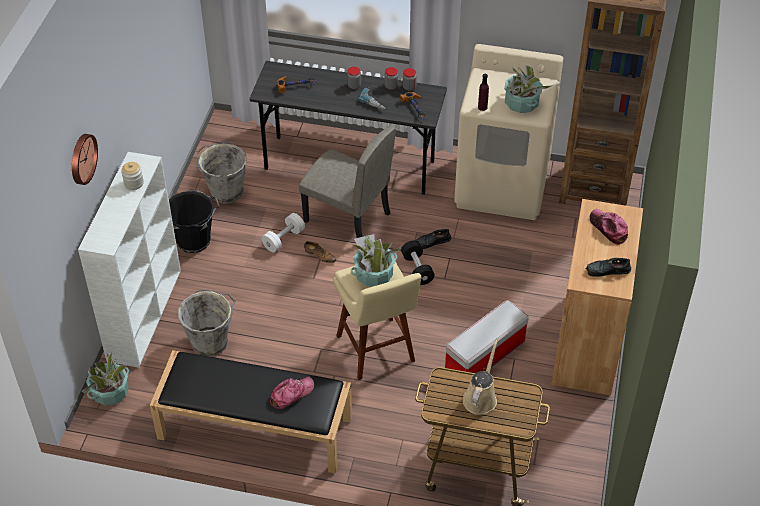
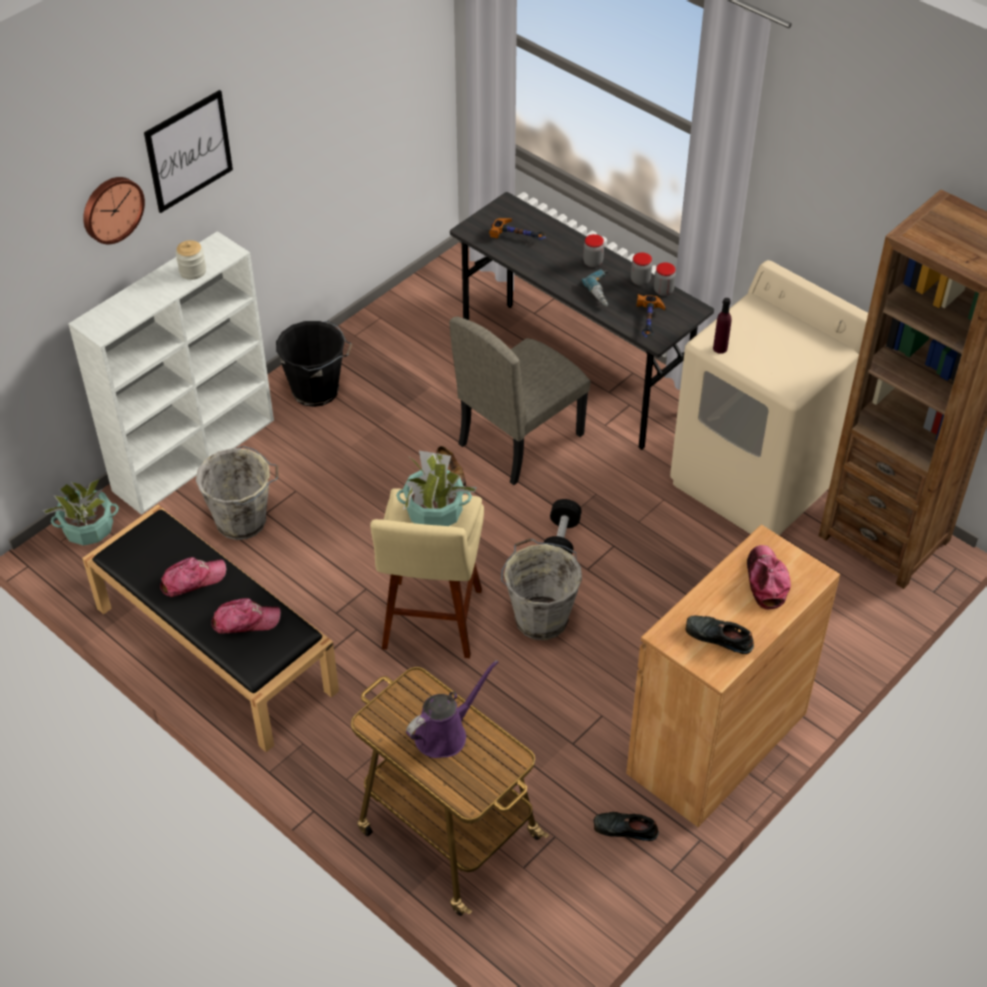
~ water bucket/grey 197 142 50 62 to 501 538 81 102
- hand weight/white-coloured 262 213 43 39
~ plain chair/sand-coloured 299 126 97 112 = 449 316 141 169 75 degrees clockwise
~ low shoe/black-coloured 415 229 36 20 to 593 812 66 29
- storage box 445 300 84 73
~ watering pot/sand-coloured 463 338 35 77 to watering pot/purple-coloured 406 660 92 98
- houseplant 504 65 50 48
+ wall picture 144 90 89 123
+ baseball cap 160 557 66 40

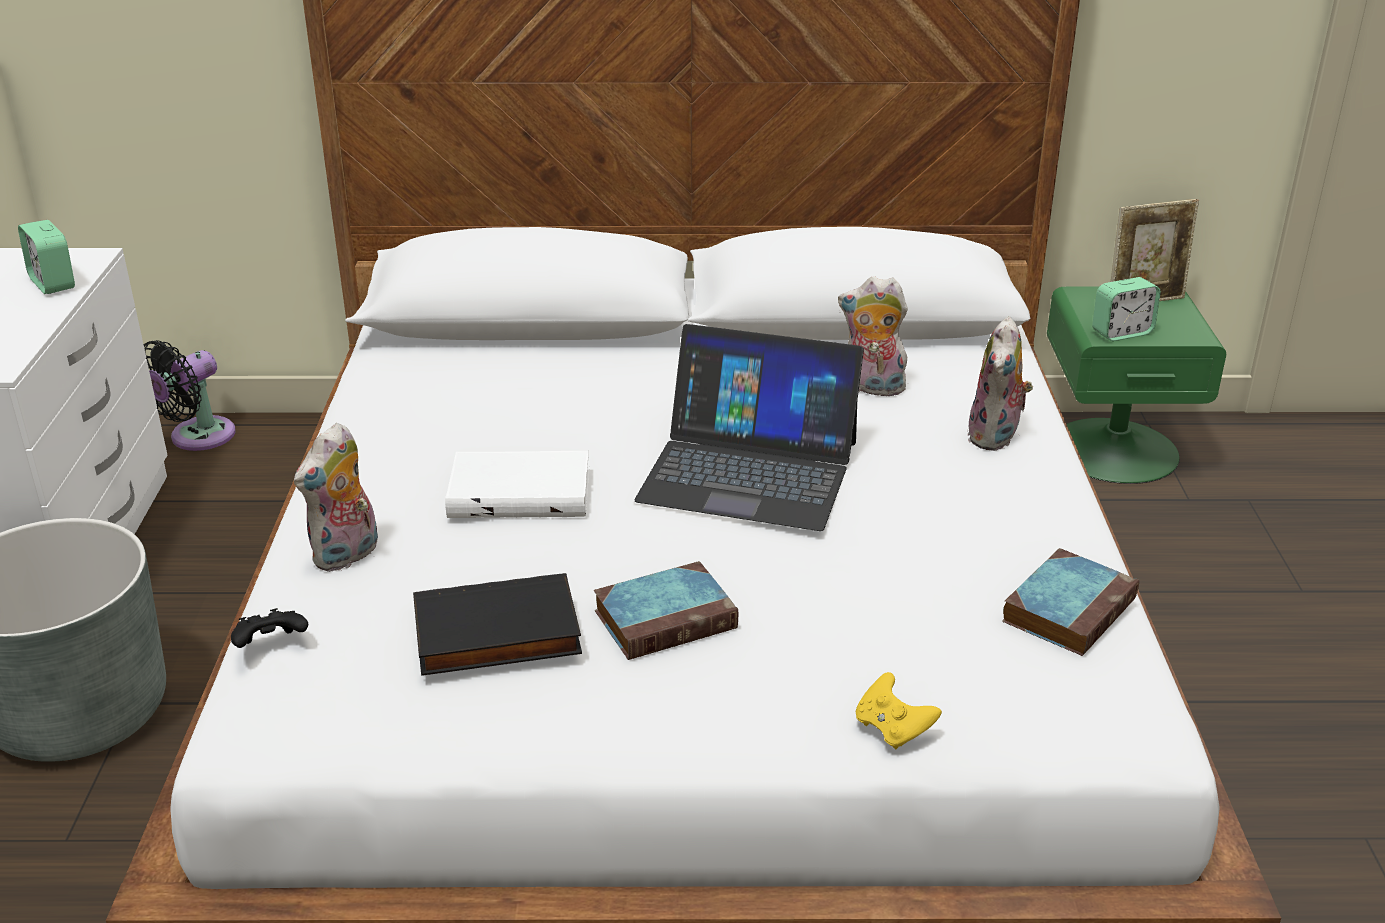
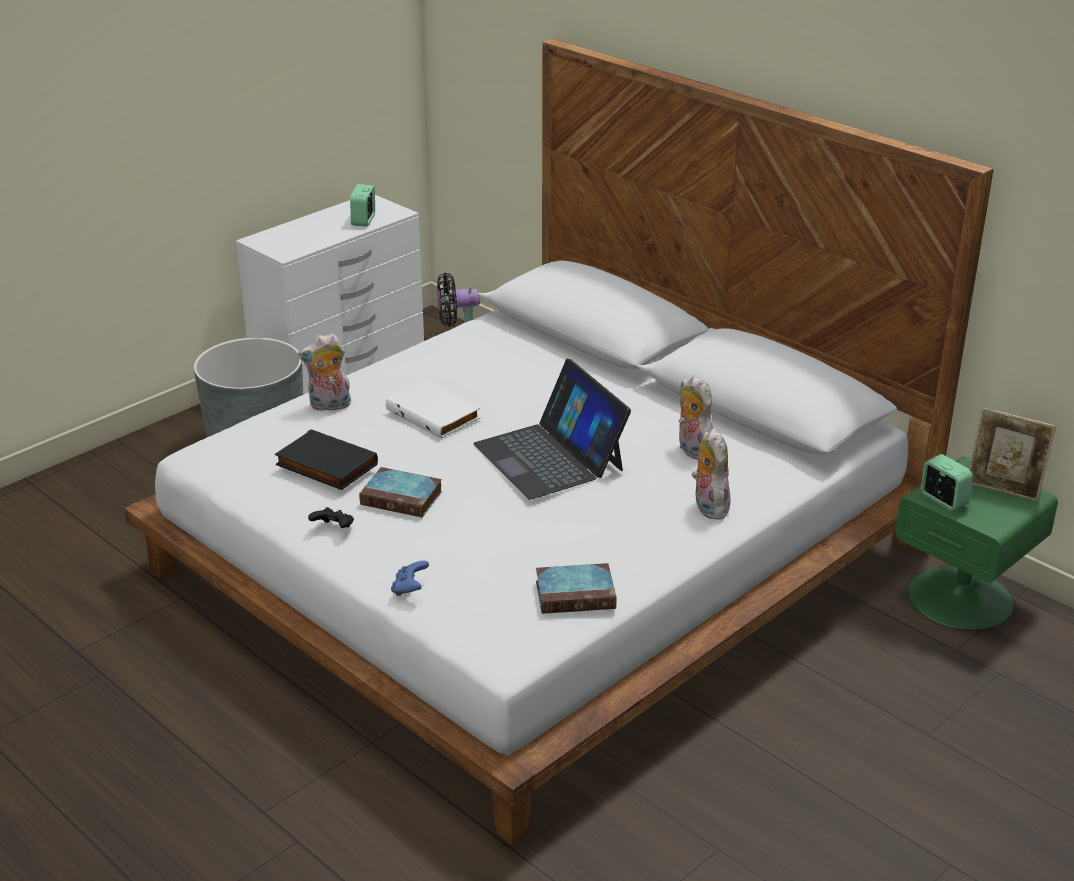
~ joypad/black-coloured 231 608 77 40 to 308 507 46 21
~ joypad/yellowish 856 672 86 78 to joypad/bluish 391 561 38 35
~ plush toy 967 316 66 135 = 692 428 39 92 105 degrees clockwise
~ alarm clock 1092 277 69 64 = 921 454 52 57 150 degrees counterclockwise

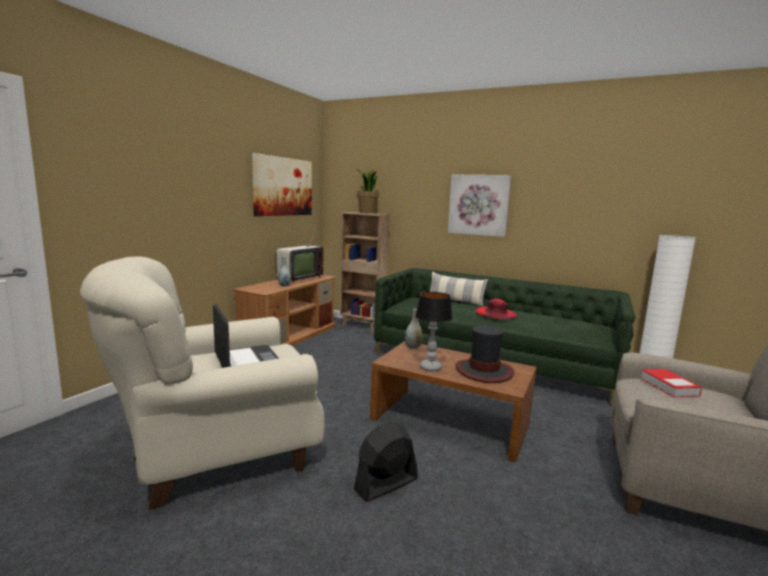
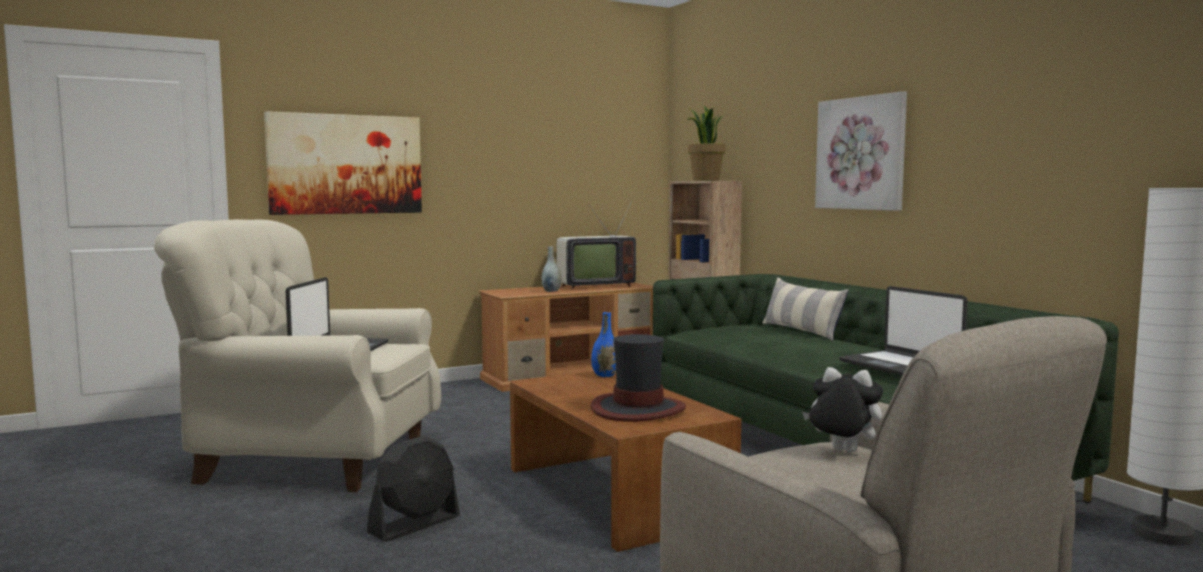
~ wall picture 252 153 60 63 to 264 111 158 104
~ electric fan/black-coloured 354 422 64 80 = 367 436 93 106 135 degrees clockwise
~ decorative vase/grey 405 309 18 40 to decorative vase/bluish 591 312 25 65
- table lamp 415 292 38 80
- wearable hat/reddish 475 299 43 20
~ volume 641 369 61 29 to plush toy 802 367 81 85
+ portable computer 839 286 129 90

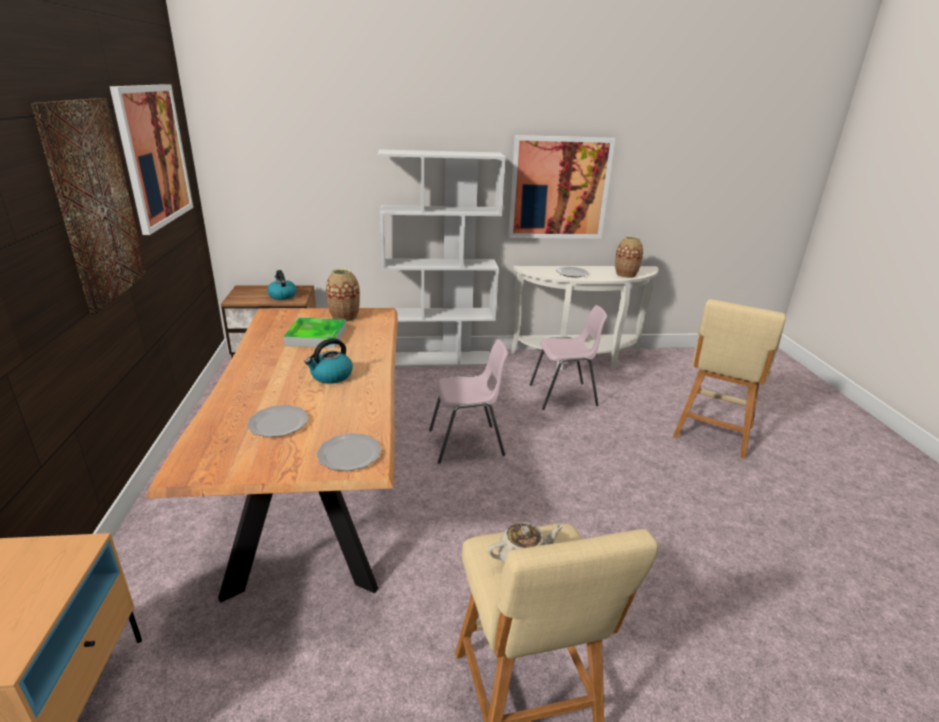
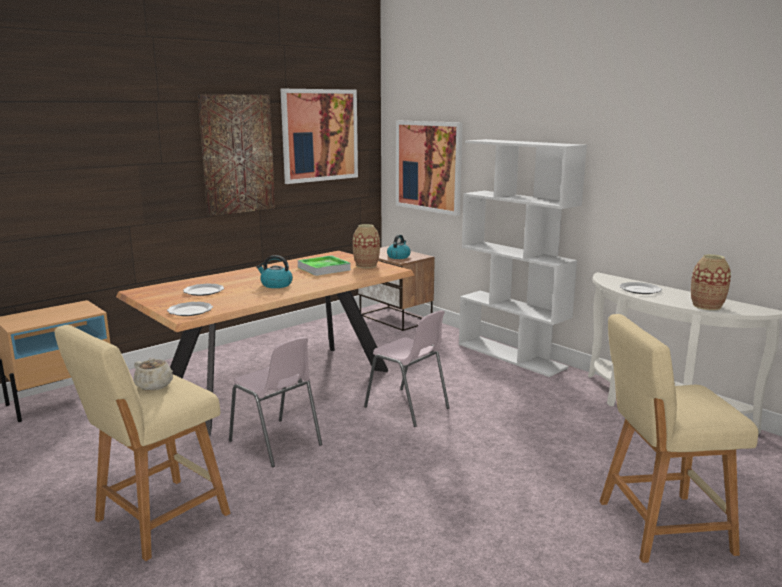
~ wall picture 508 135 107 104 to 396 120 67 96
~ plain chair/pink-coloured 530 305 77 105 to 229 337 93 130

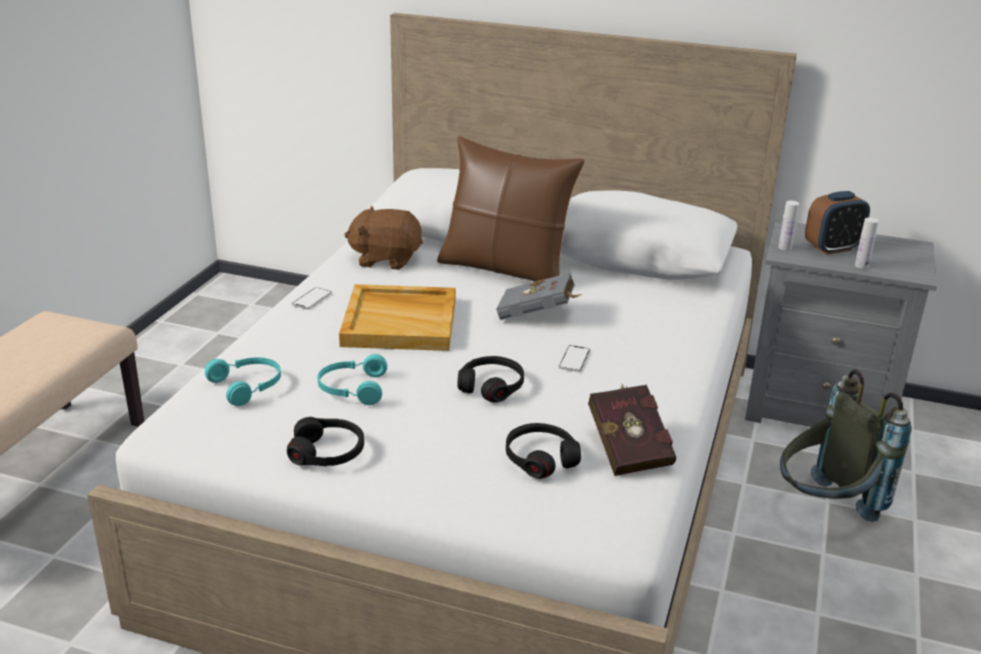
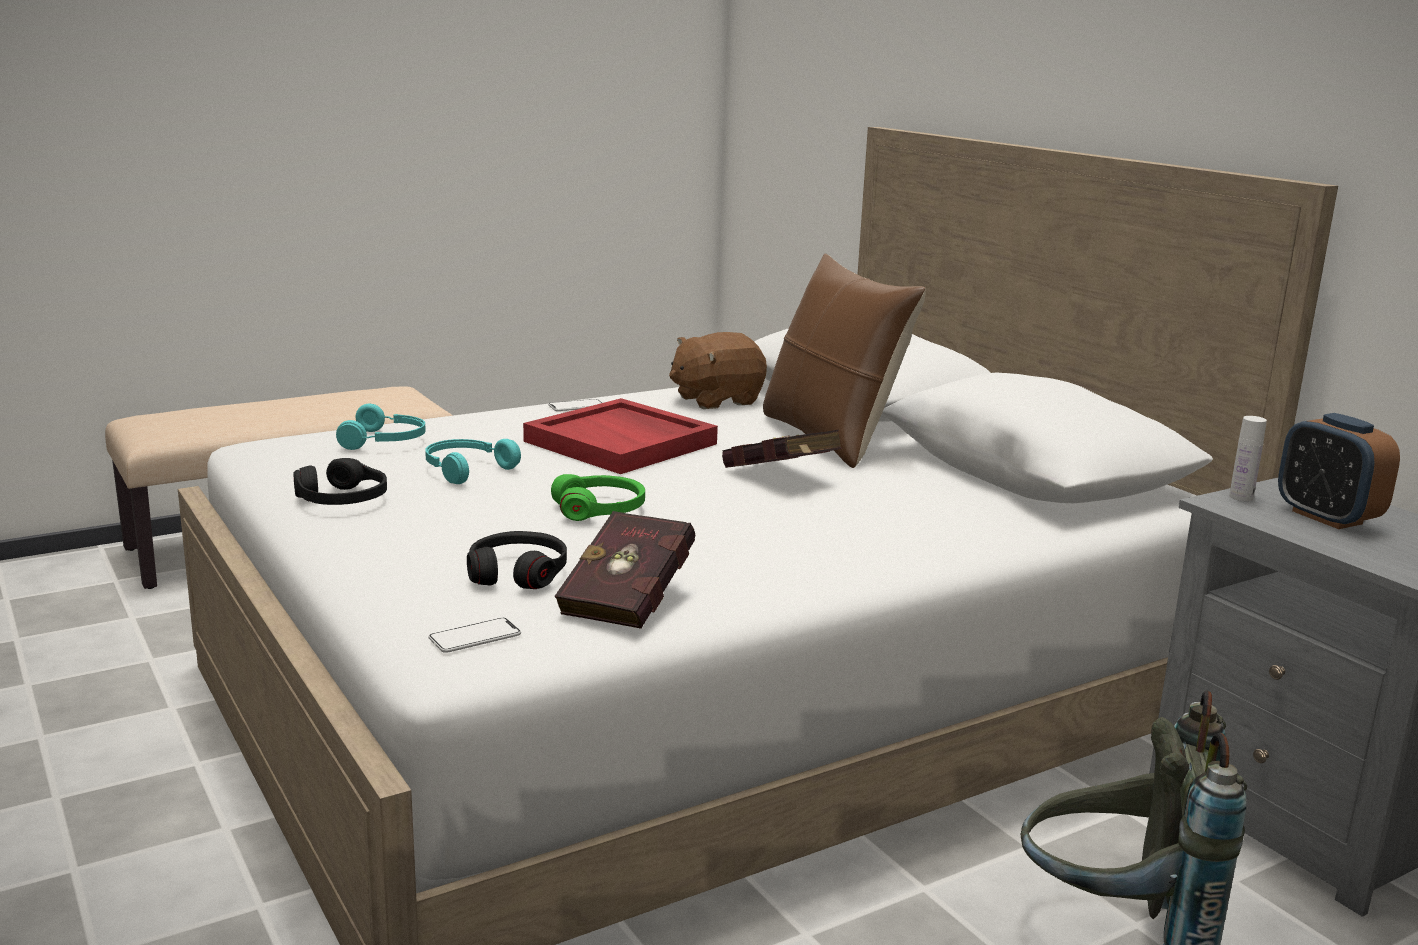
~ tray/sand-coloured 339 284 117 67 to tray/reddish 523 398 195 76
~ plush toy/brown-coloured 344 206 79 64 = 669 332 98 77 75 degrees counterclockwise
~ headphones/black-coloured 457 356 67 47 to headphones/green-coloured 551 474 94 47
~ volume/grey 496 273 87 47 to volume/reddish 722 429 120 39
~ telephone 559 345 31 27 to 428 618 93 35
~ alarm clock 805 191 65 64 = 1278 413 122 116 45 degrees clockwise
- drink bottle/white-coloured 855 218 24 51

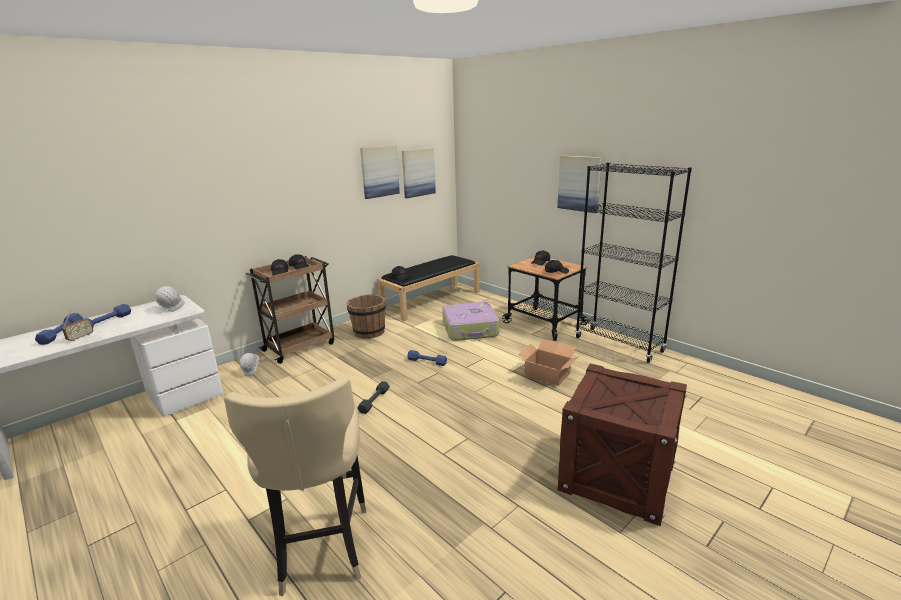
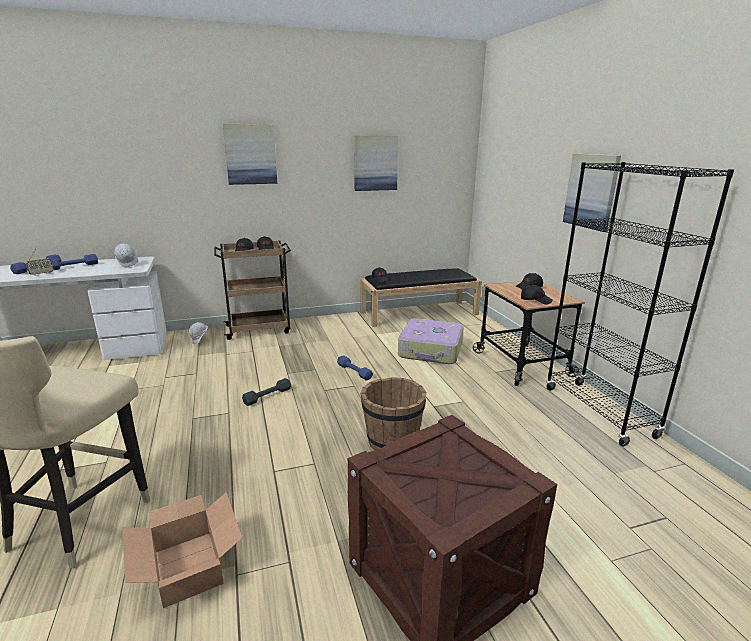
~ water bucket/brown-coloured 346 295 40 44 to 360 377 66 73
~ wall picture 402 148 34 50 to 223 124 54 61
~ carton 519 339 59 47 to 122 492 121 116

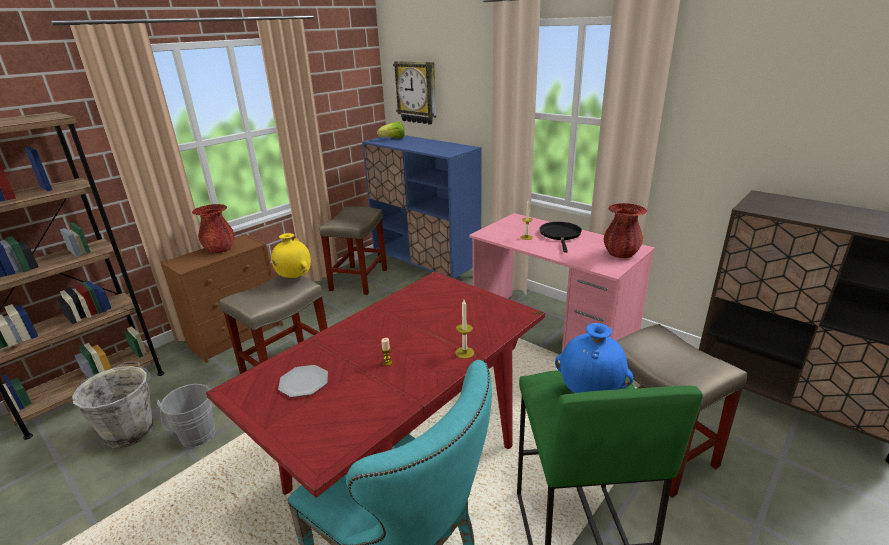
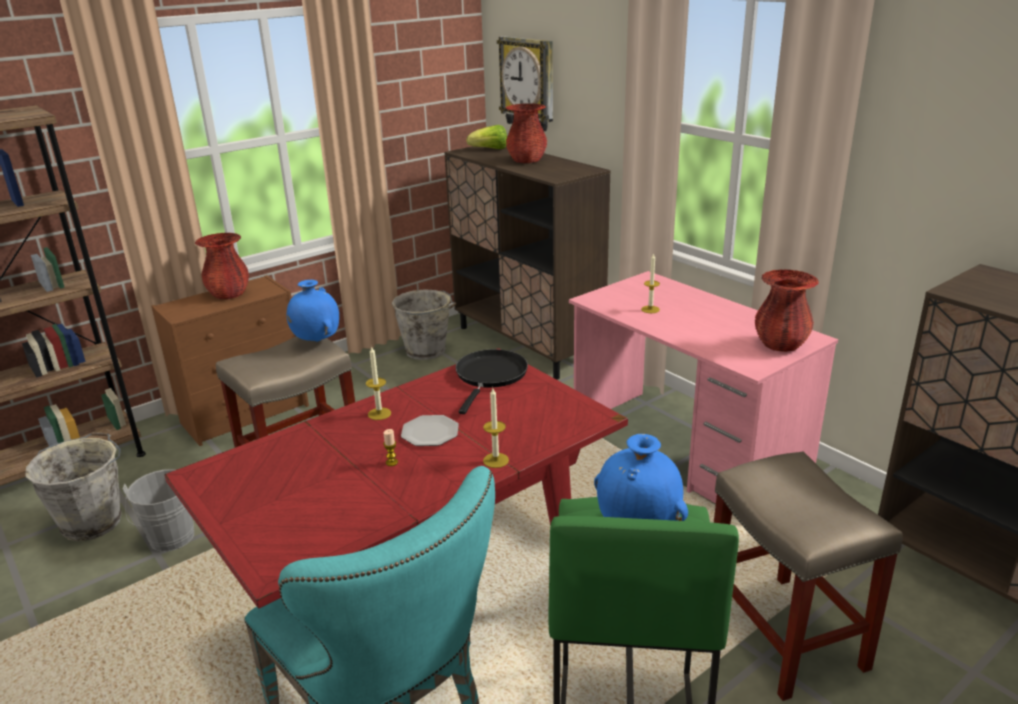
~ decorative vase/yellowish 271 233 40 45 to decorative vase/bluish 287 280 52 62
~ dinner plate 278 365 50 32 to 401 415 58 31
~ stool seat/sand-coloured 320 206 67 89 to water bucket/grey 392 289 64 71
~ cabinet/bluish 362 135 119 144 to cabinet/brown-coloured 444 146 167 234
~ frying pan/black-coloured 539 222 43 30 to 455 349 73 65
+ wax light 366 346 25 74
+ decorative vase/reddish 506 103 41 60

